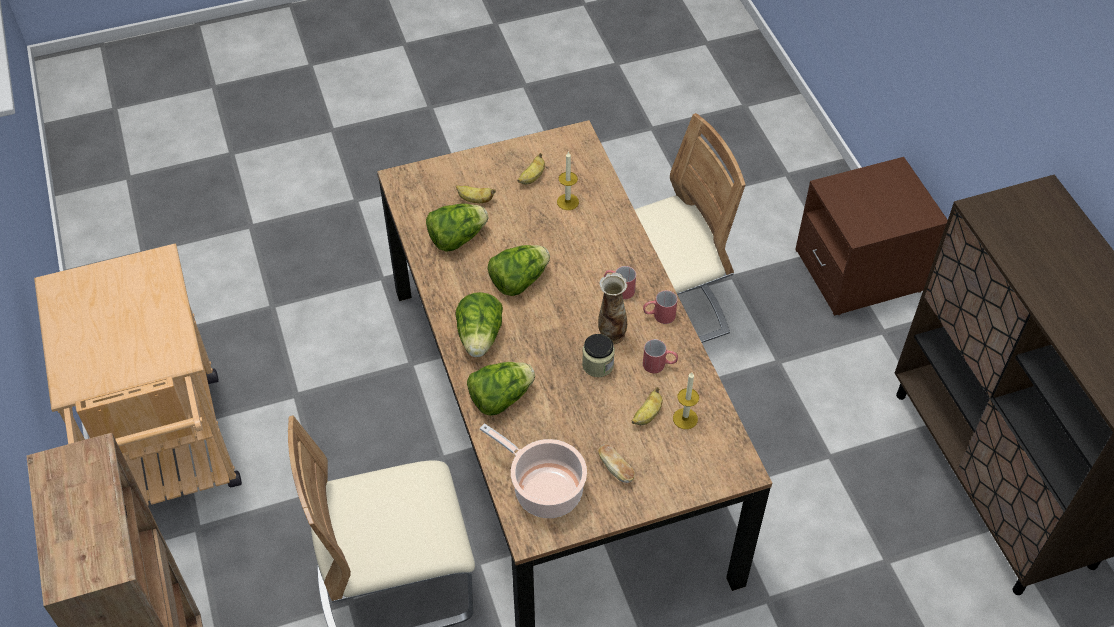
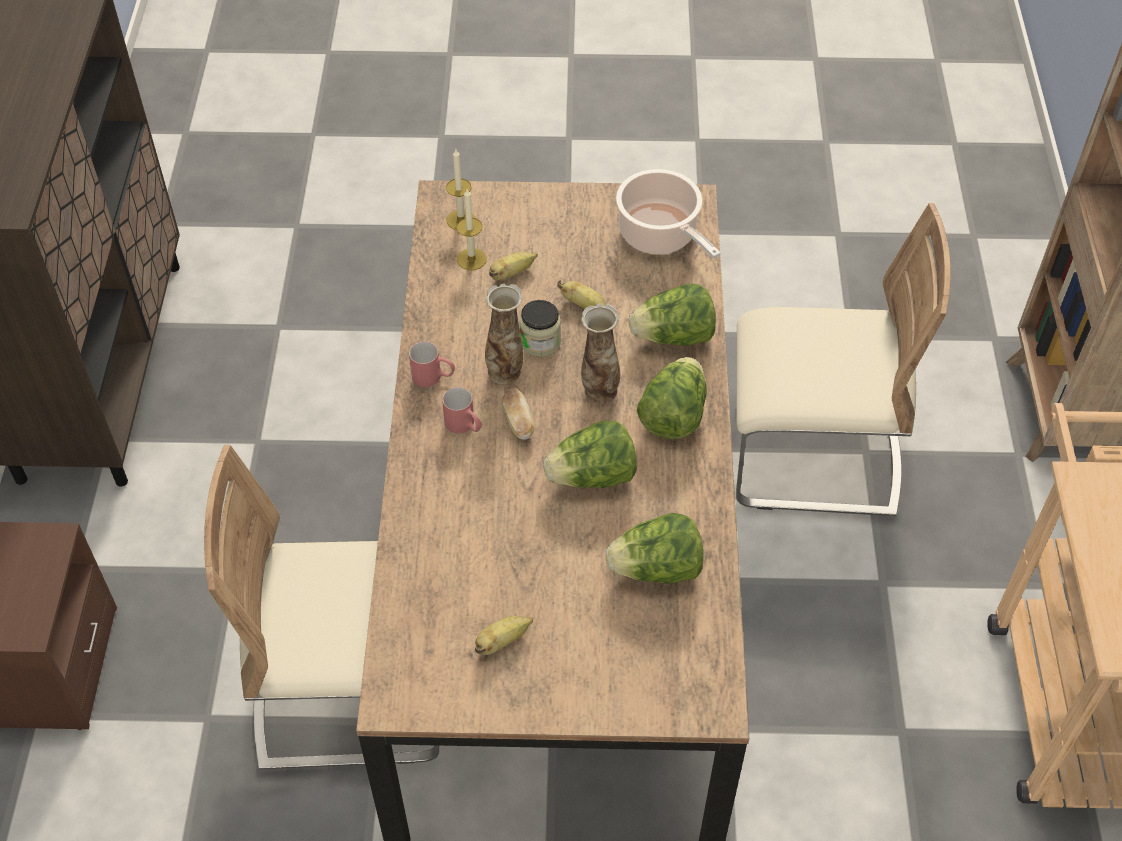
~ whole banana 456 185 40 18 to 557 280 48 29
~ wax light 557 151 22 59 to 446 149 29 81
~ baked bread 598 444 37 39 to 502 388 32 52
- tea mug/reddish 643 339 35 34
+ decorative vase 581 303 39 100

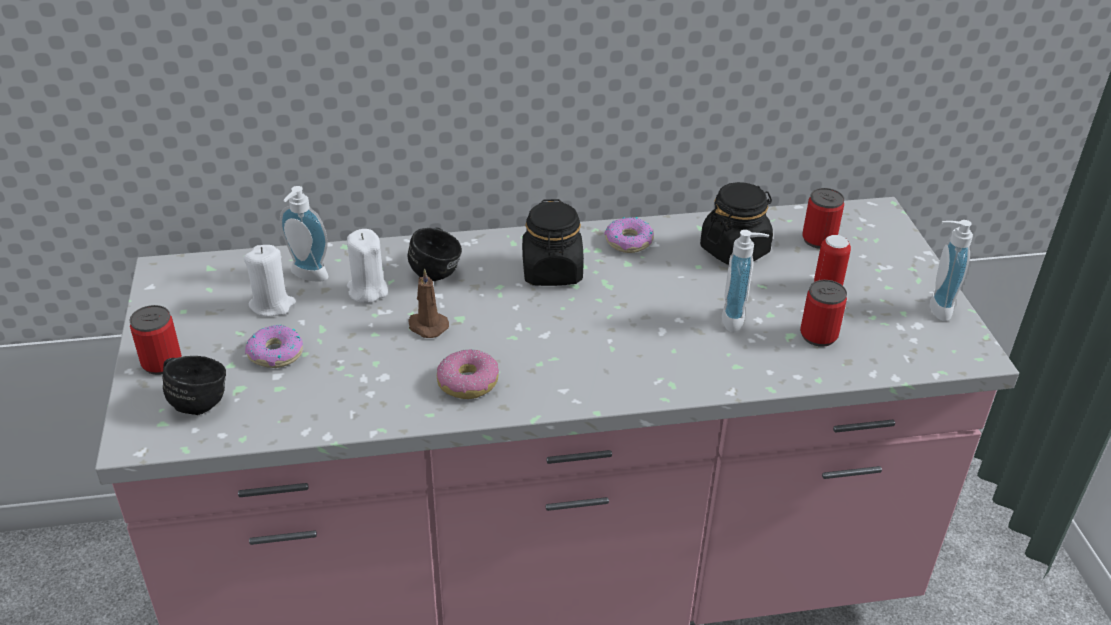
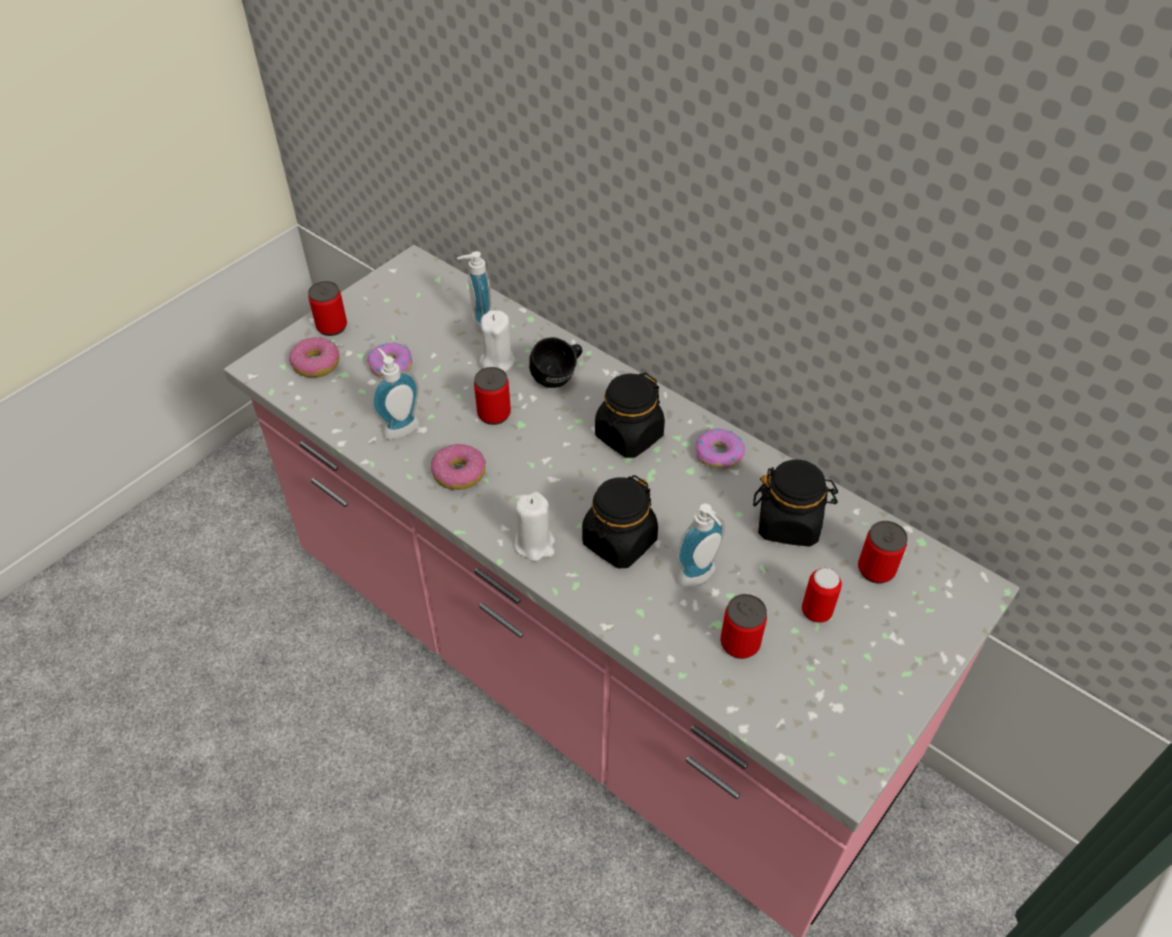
~ tea mug/black-coloured 163 356 63 59 to doughnut 289 337 51 40
~ wax light/white-coloured 244 245 52 72 to 515 492 40 70
~ wax light/brown-coloured 408 268 41 70 to metal can 474 367 37 58
~ liquid soap bottle 930 220 43 101 to 371 348 49 92
+ jar/black-coloured 582 475 76 93

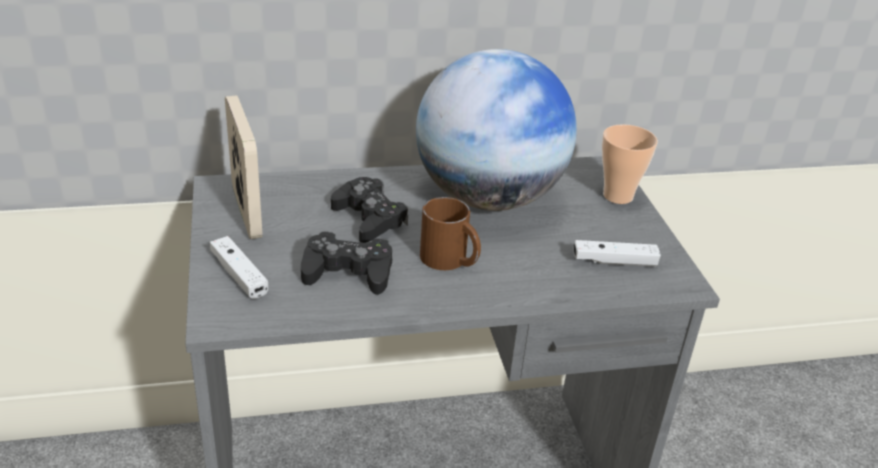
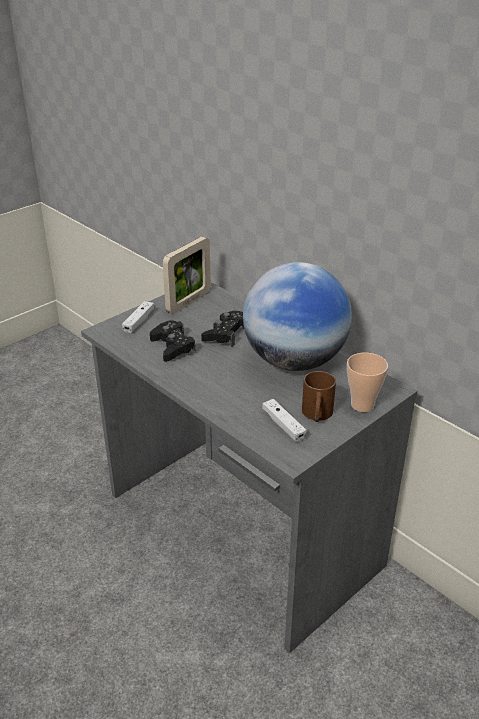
~ tea mug/brown-coloured 420 197 61 73 to 302 371 34 51

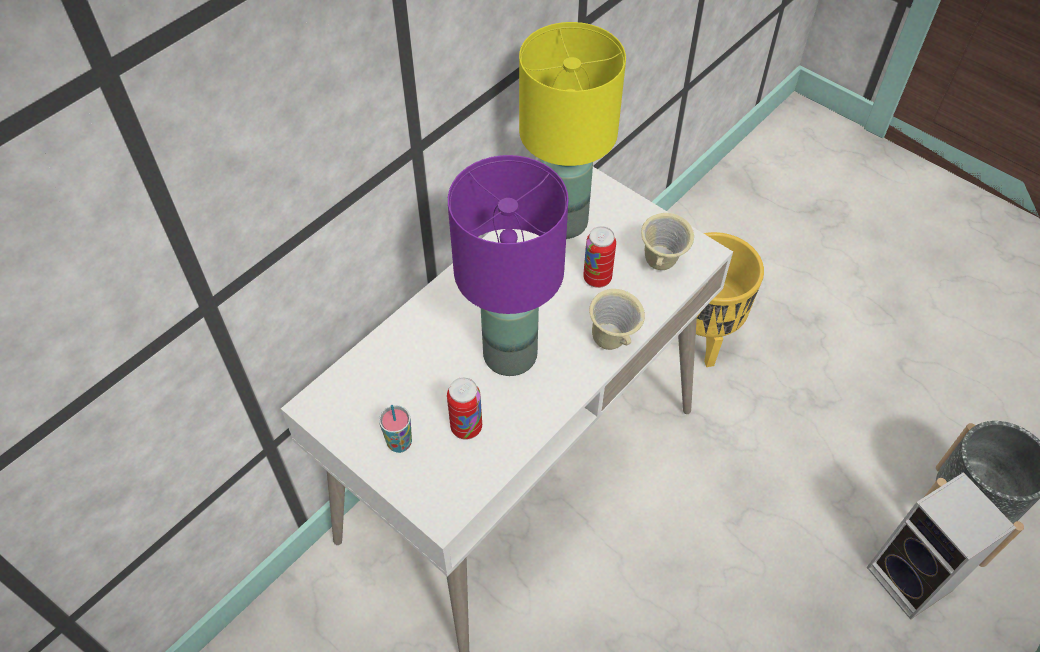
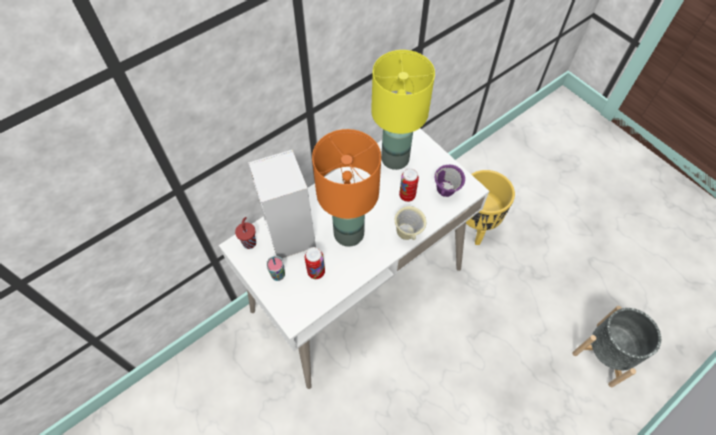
~ table lamp/purple-coloured 448 155 120 221 to table lamp/orange-coloured 312 129 69 118
~ tea mug/sand-coloured 641 213 53 57 to tea mug/purple-coloured 435 165 30 32
~ speaker 866 472 150 148 to 248 150 68 108
+ drinking cup/reddish 235 217 21 32

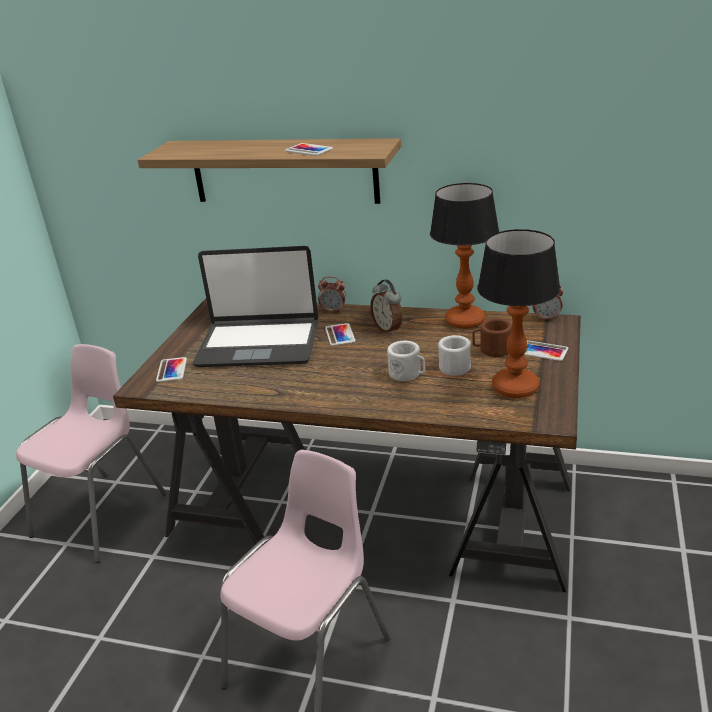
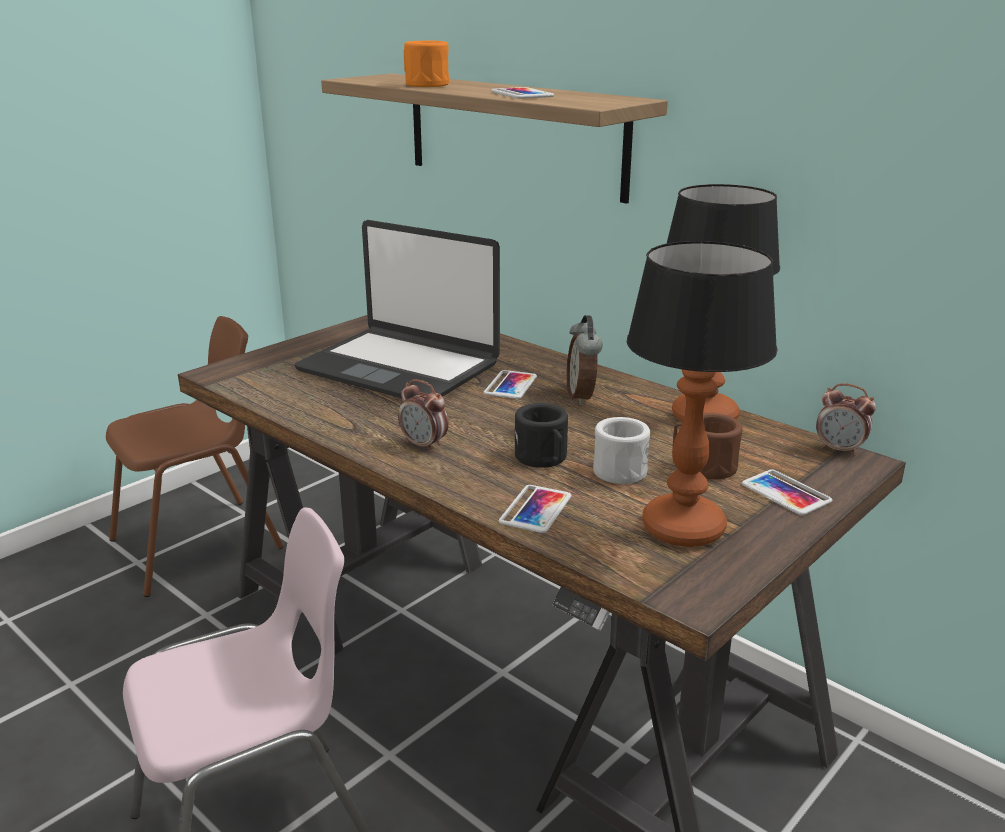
~ plain chair/pink-coloured 16 344 150 219 to plain chair/brown-coloured 106 316 178 281
~ telephone 156 357 31 25 to 499 485 73 48
~ alarm clock 318 276 28 37 to 398 379 51 73
~ tea mug/white-coloured 387 341 38 40 to tea mug/black-coloured 515 403 53 65
+ tea mug/orange-coloured 404 41 45 46

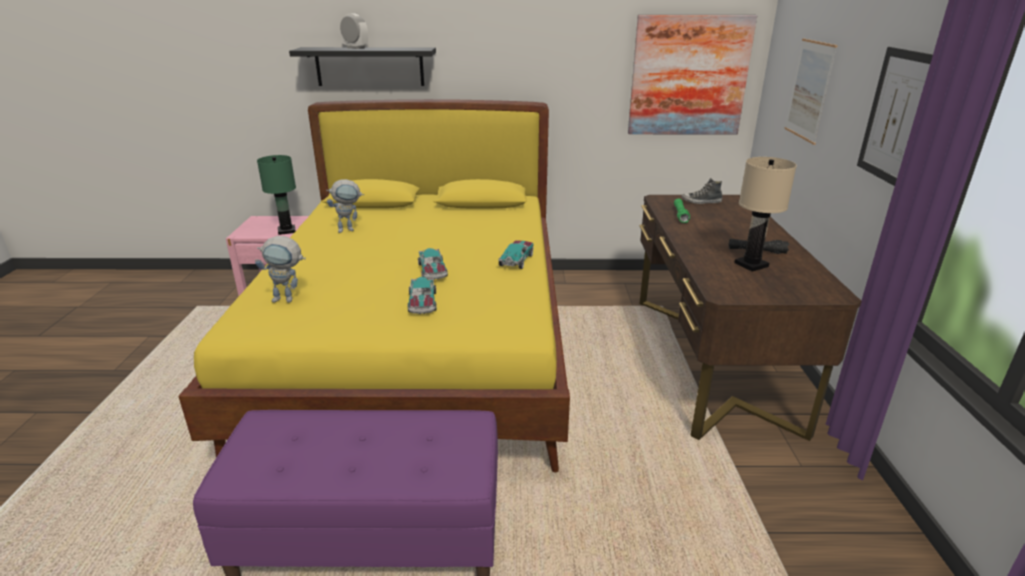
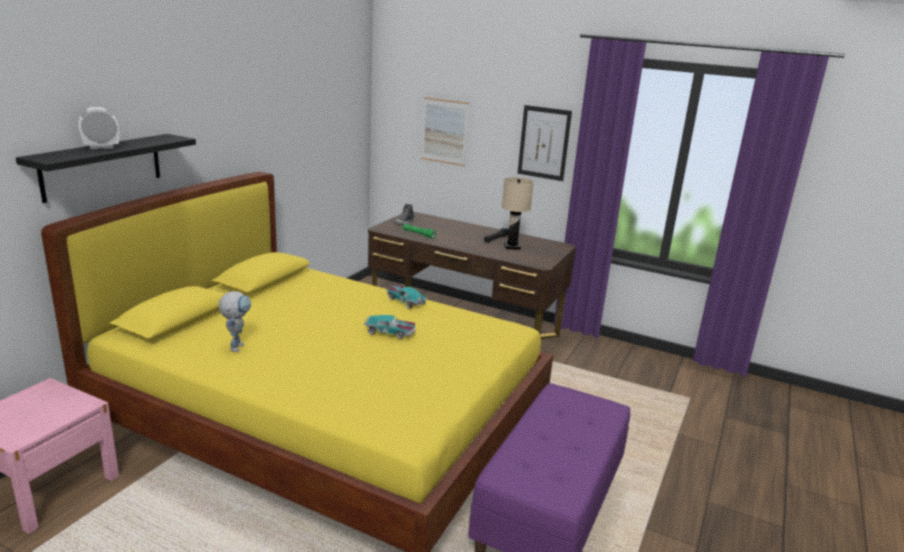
- toy robot 255 236 51 67
- table lamp/green-coloured 257 155 39 80
- miniature car 408 277 29 37
- wall picture 628 15 129 119

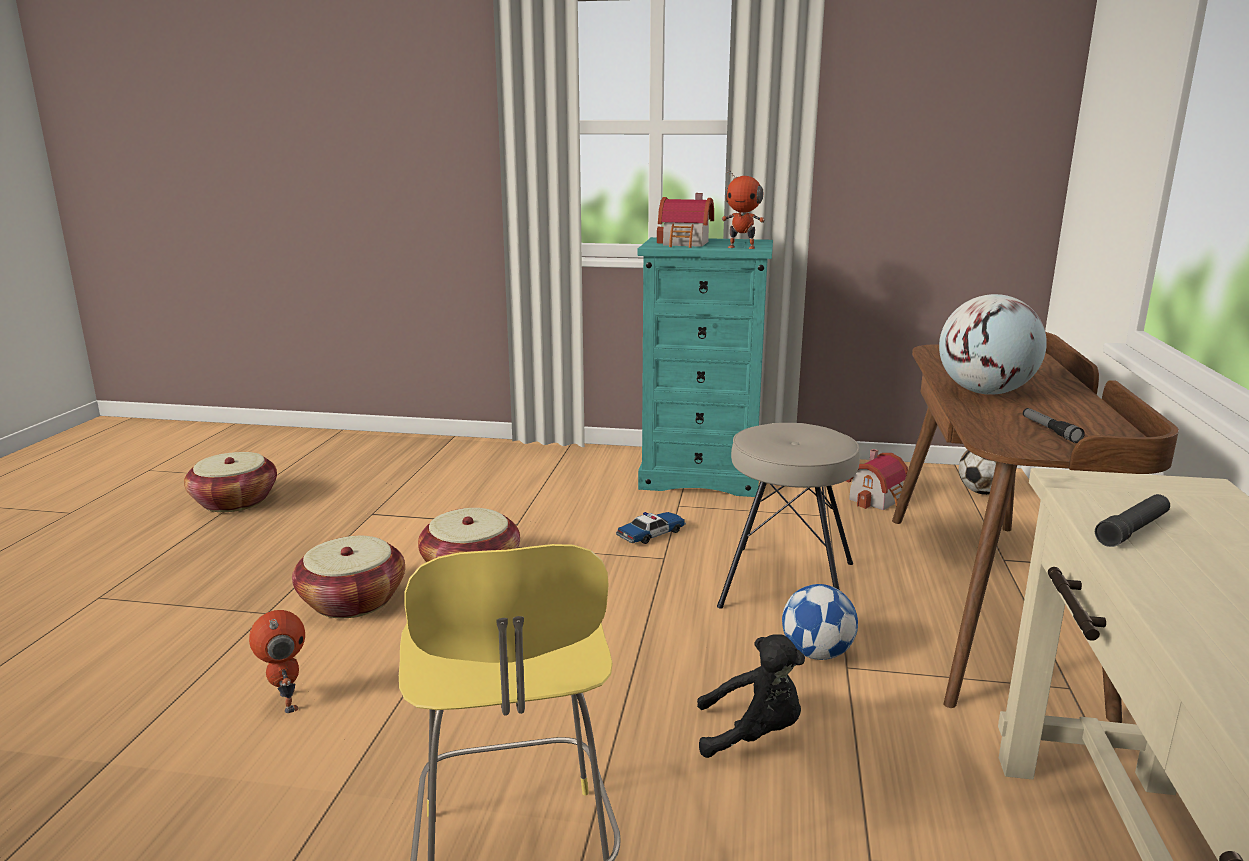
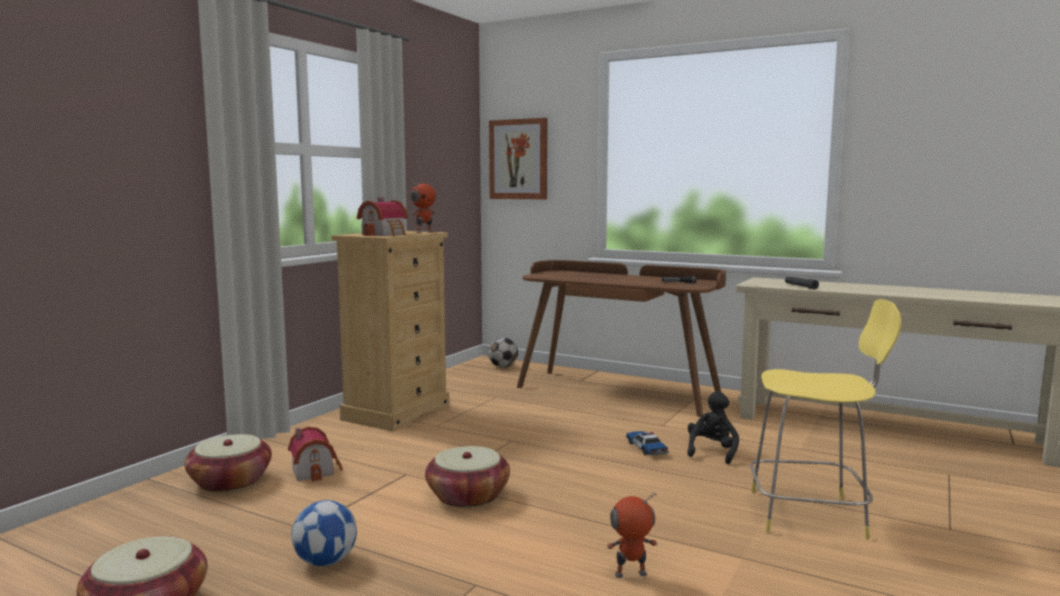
~ storage basket 292 536 113 82 to 184 434 88 58
~ miniature car 616 512 70 32 to 626 431 43 24
~ chest of drawers/turquoise-coloured 637 237 136 260 to chest of drawers/sand-coloured 331 231 119 200
- stool seat/sand-coloured 717 423 143 186
~ ball for football 782 584 76 76 to 291 500 66 66
~ model house 846 449 62 61 to 288 427 55 55
- desk globe 939 294 108 101
+ wall picture 489 118 59 81

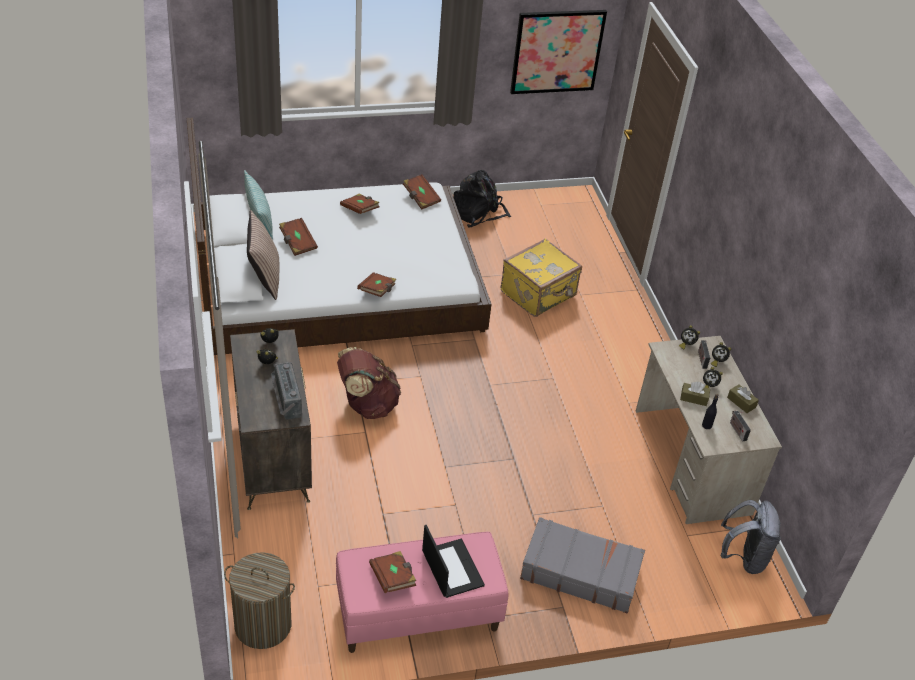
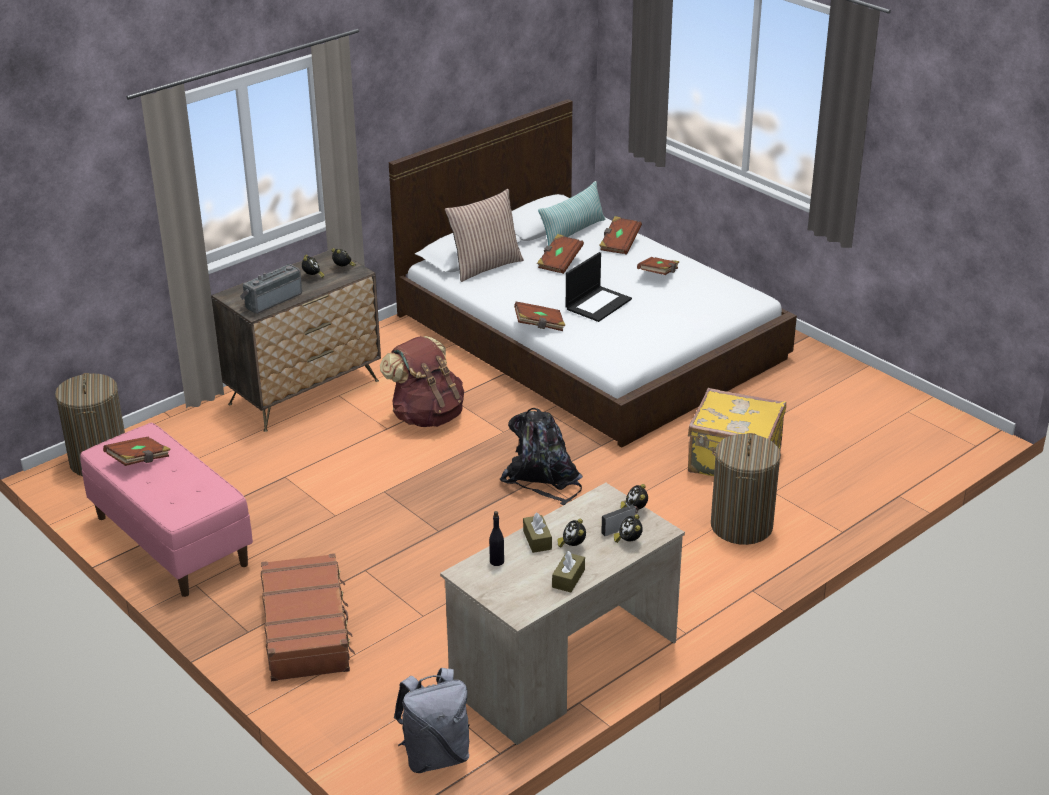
~ volume/brown-coloured 403 174 38 36 to 599 216 43 39
~ portable computer 422 525 63 73 to 566 252 66 70
~ rucksack/black-coloured 453 170 58 57 to 500 408 83 97
- wall picture 510 10 97 84
~ piece of luggage/grey 520 517 125 96 to piece of luggage/brown-coloured 261 553 94 128
- radio set 730 411 21 30
+ laundry basket 711 433 70 112

